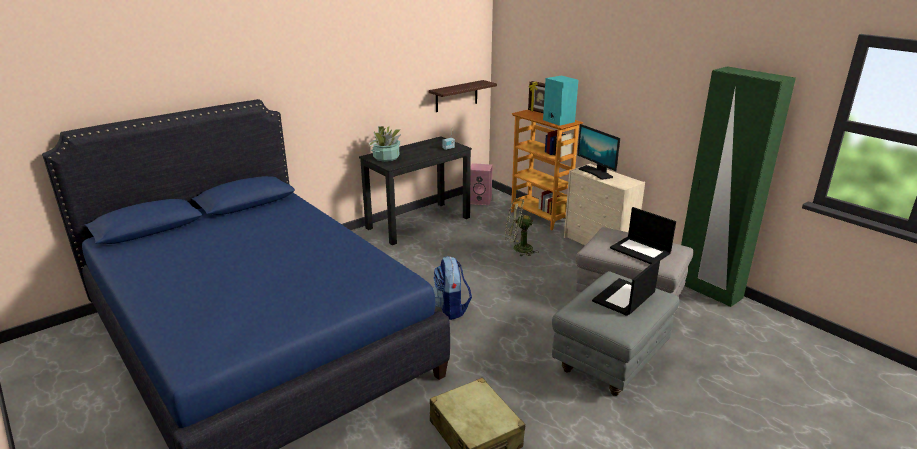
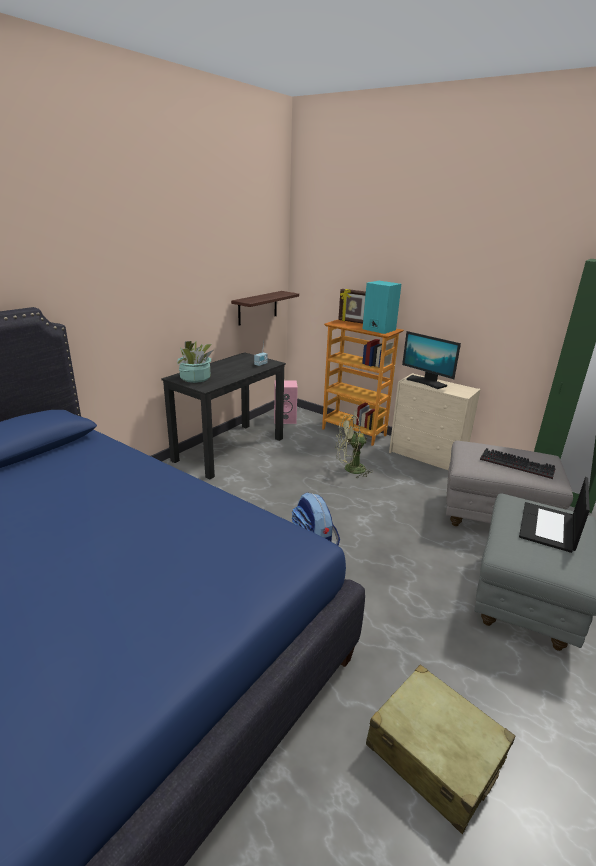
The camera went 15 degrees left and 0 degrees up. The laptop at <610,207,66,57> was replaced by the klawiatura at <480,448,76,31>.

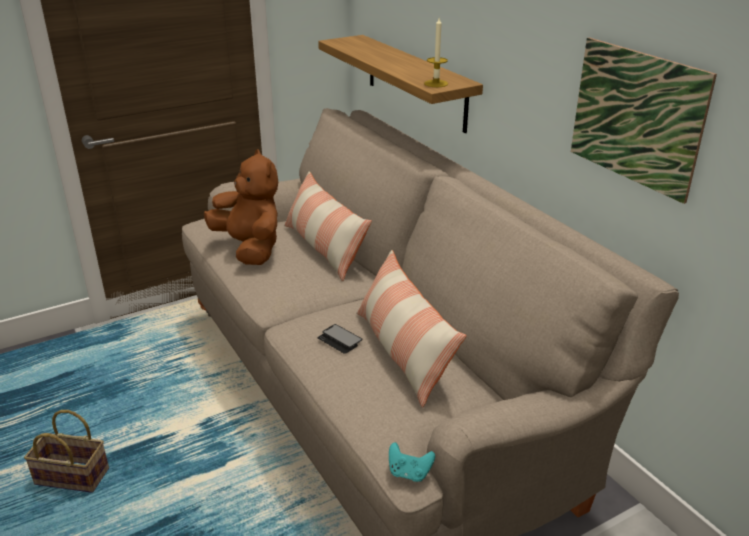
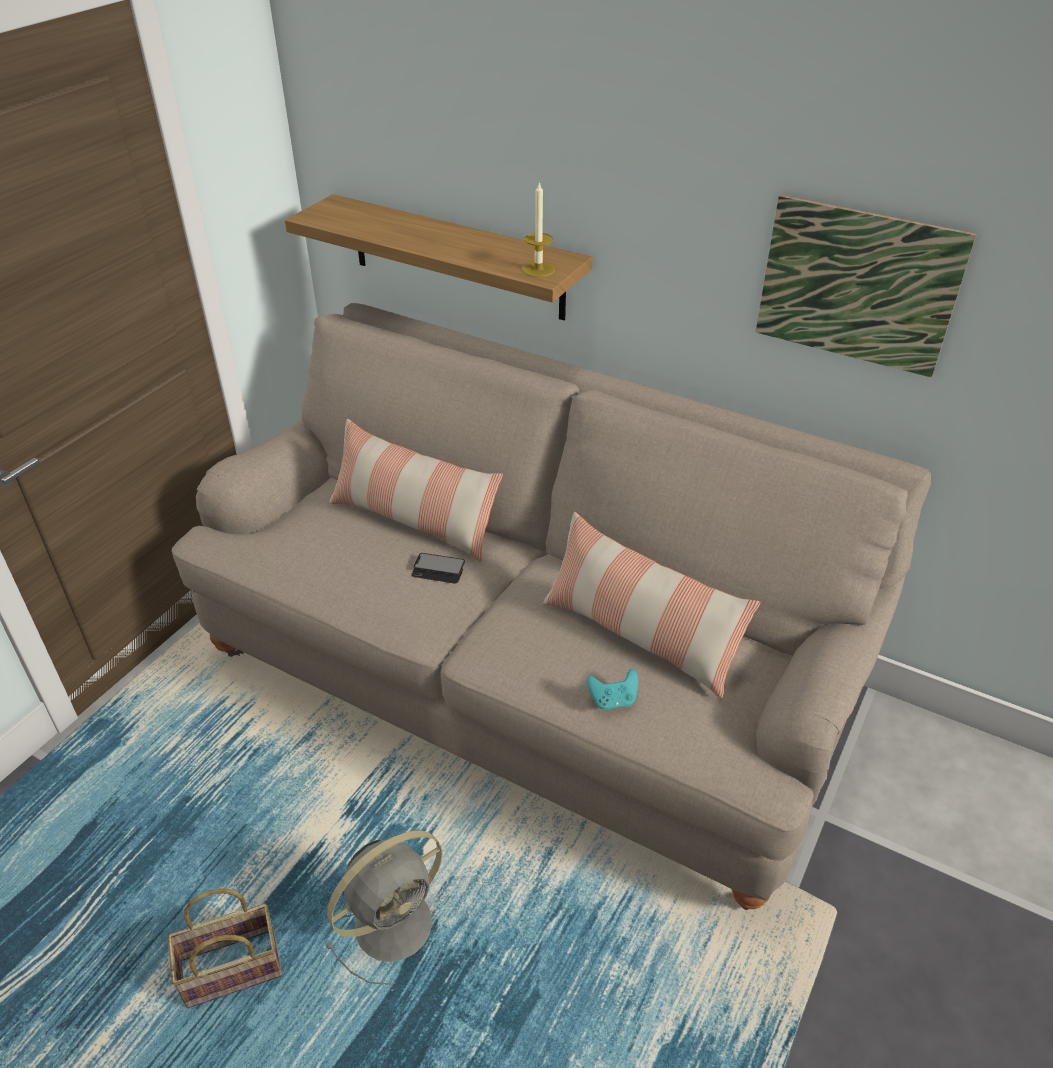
The camera went 30 degrees left and 10 degrees up. The pluszak/brązowy at <204,149,74,116> disappeared. The telefon moved from <318,324,44,30> to <411,553,54,31>. The pad do gier/turkusowy moved from <389,442,46,40> to <587,669,51,41>. The wentylator/szary at <325,831,118,154> appeared.

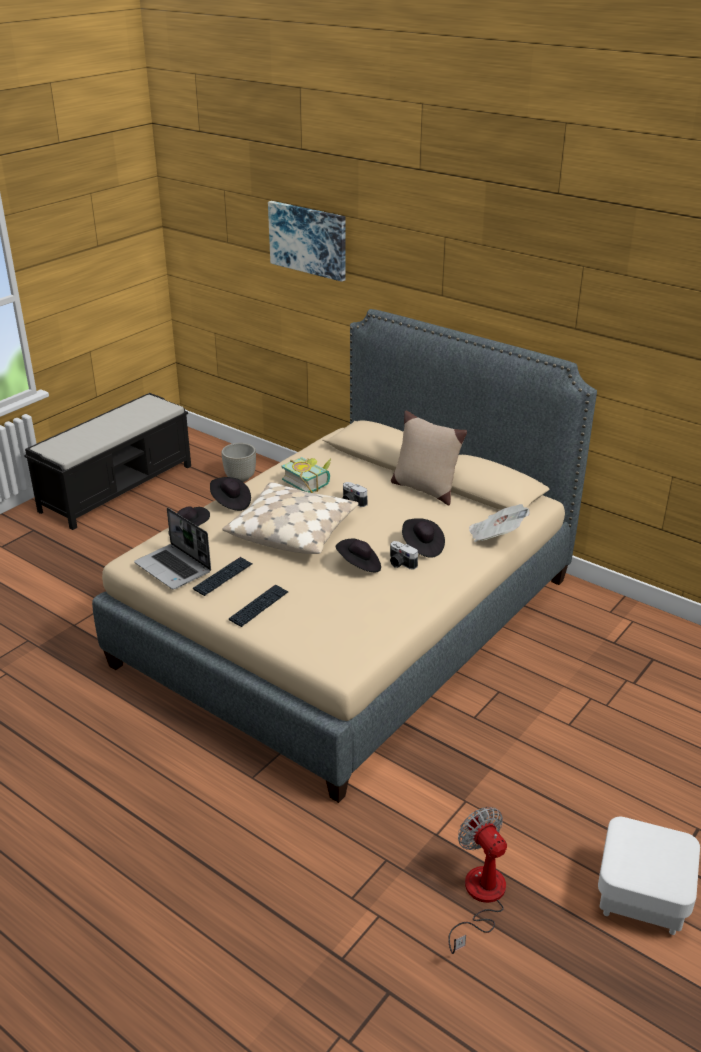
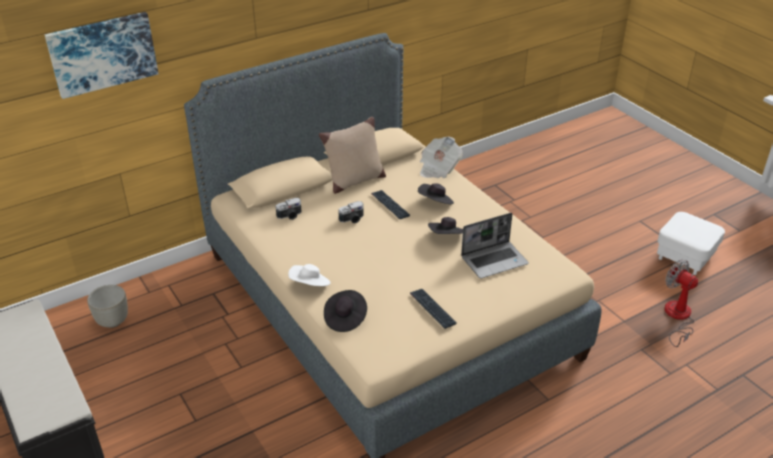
The camera went 70 degrees left and 5 degrees up. The laptop moved from <134,507,77,83> to <461,213,68,65>. The kapelusz/czarny at <210,477,41,34> became the kapelusz/biały at <288,264,43,22>. The poduszka/beżowy at <222,482,137,72> disappeared. The klawiatura moved from <229,584,60,43> to <371,190,39,29>. The książka at <282,457,49,36> disappeared. The aparat fotograficzny moved from <390,541,28,29> to <276,198,26,22>. The wentylator at <448,807,59,147> turned 60 degrees clockwise.

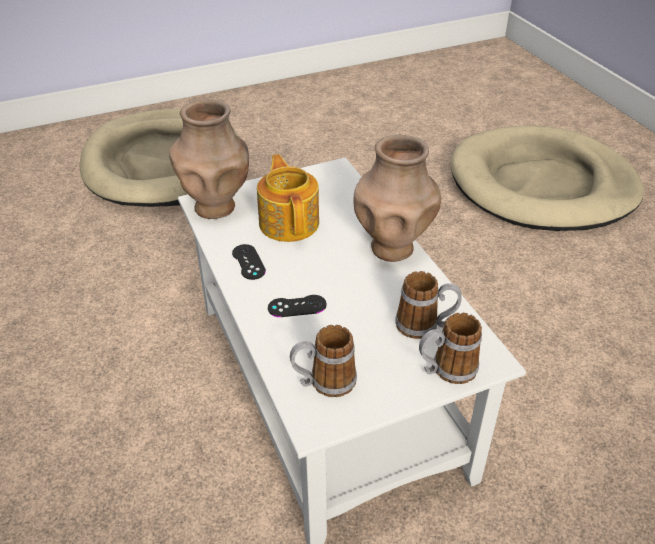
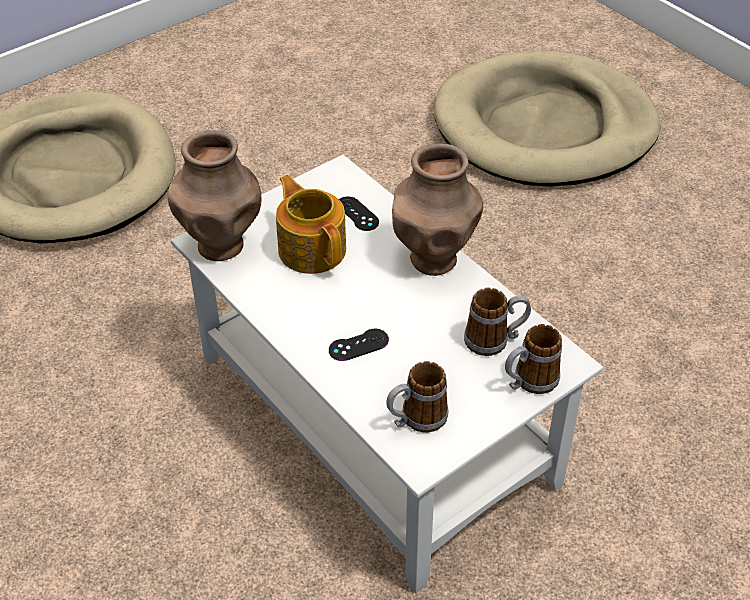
The camera went 15 degrees left and 5 degrees up. The pad do gier/czarny moved from <232,244,34,36> to <339,197,40,34>.

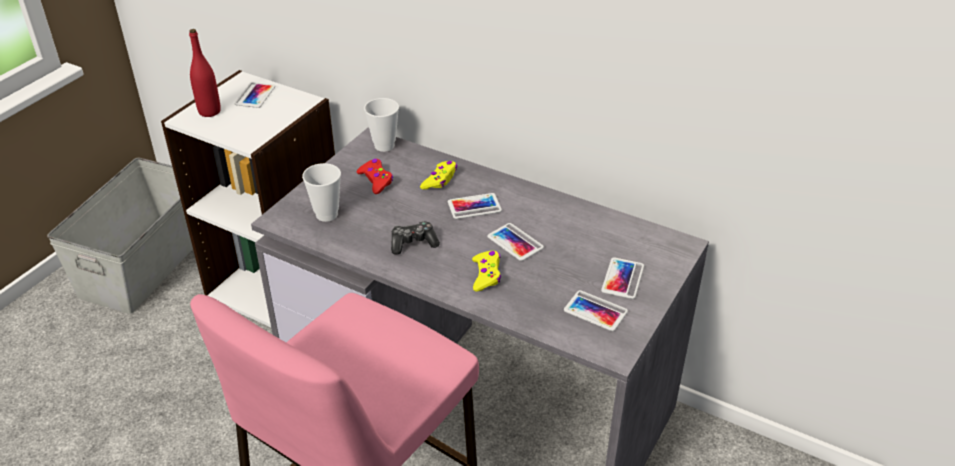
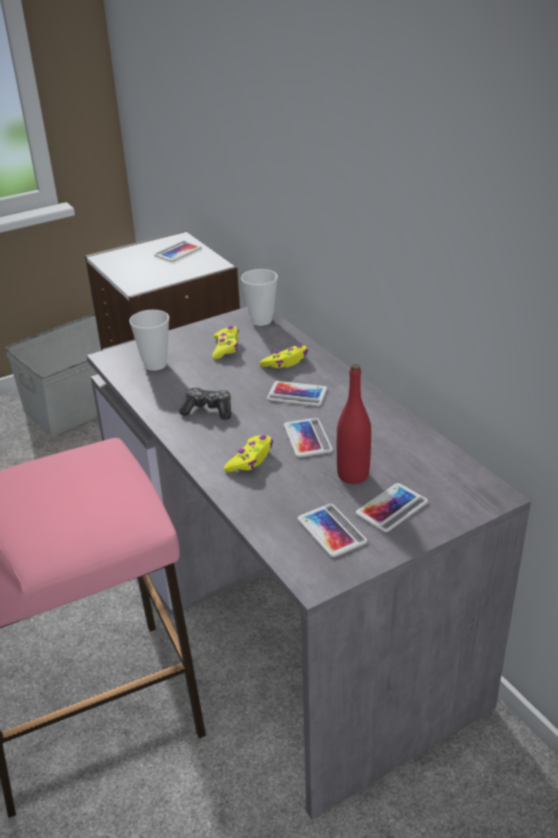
The camera went 30 degrees right and 5 degrees down. The butelka/czerwony moved from <189,29,32,88> to <337,364,34,120>. The pad do gier/czerwony at <357,159,36,35> became the pad do gier/żółty at <212,326,27,33>.

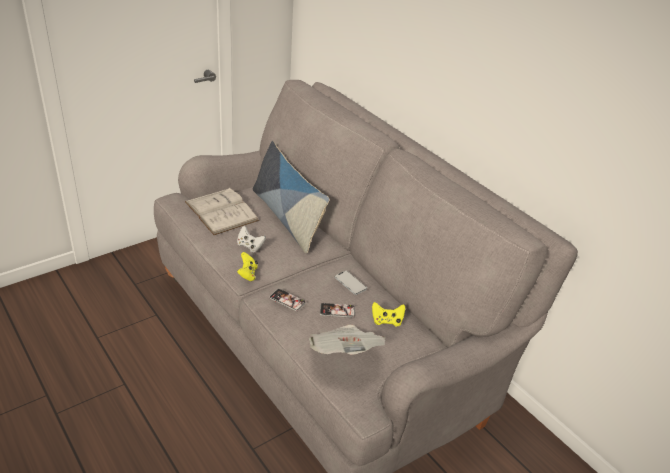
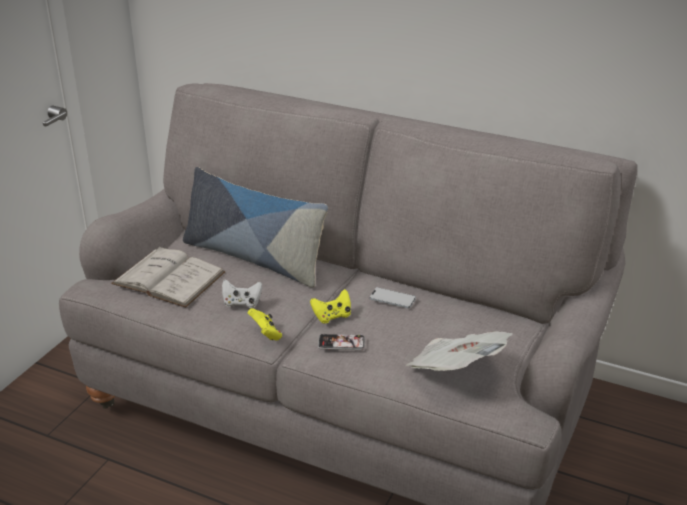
The camera went 25 degrees left and 5 degrees down. The telefon at <320,303,35,15> disappeared. The pad do gier/żółty moved from <372,302,33,24> to <310,289,41,35>.

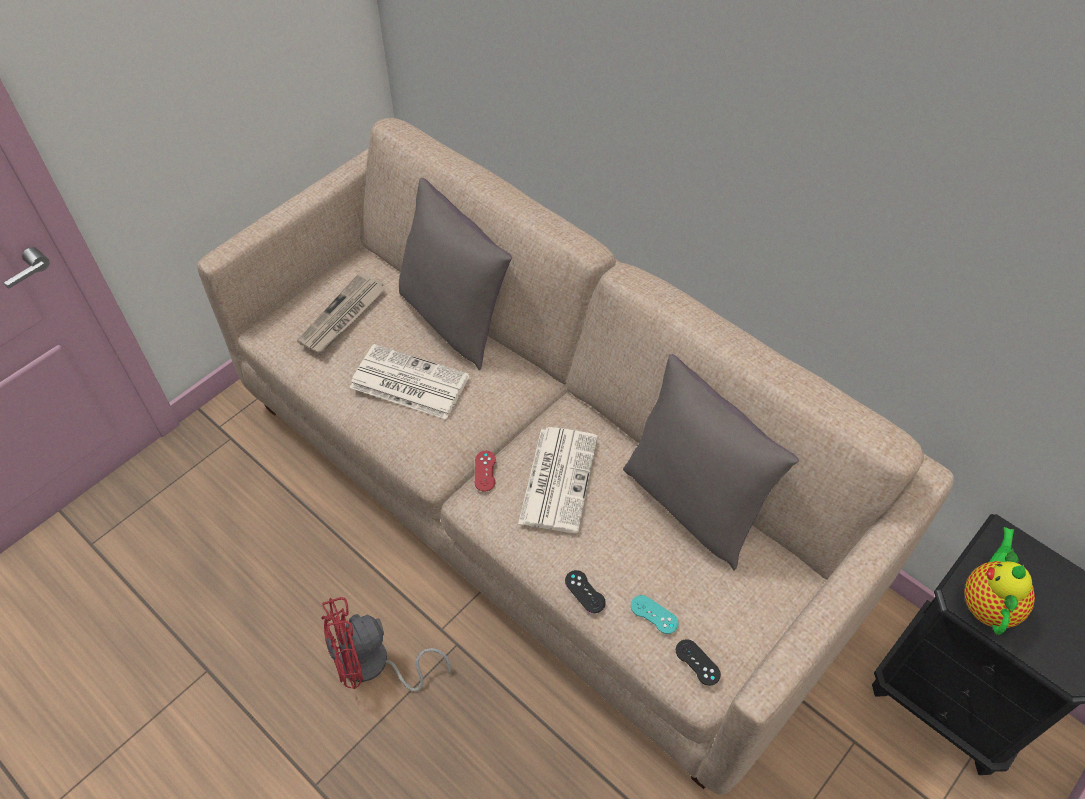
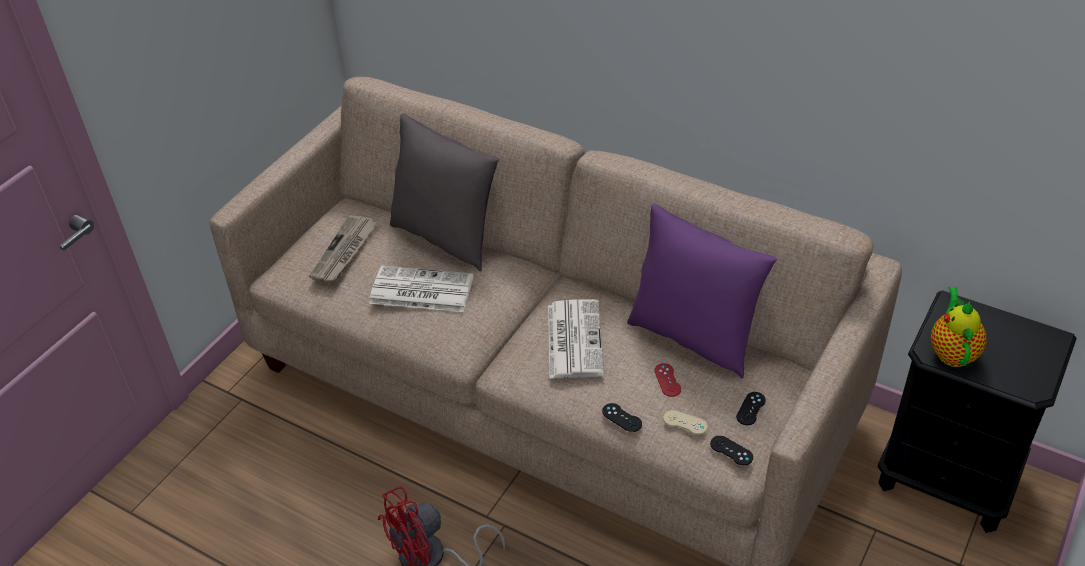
The camera went 10 degrees left and 10 degrees down. The pad do gier/czerwony moved from <475,451,21,41> to <654,363,27,34>. The poduszka/szary at <623,354,176,217> became the poduszka/fioletowy at <627,204,150,174>. The pad do gier/turkusowy at <631,595,47,39> became the pad do gier/beżowy at <663,410,45,25>. The pad do gier/czarny at <736,392,30,33> appeared.

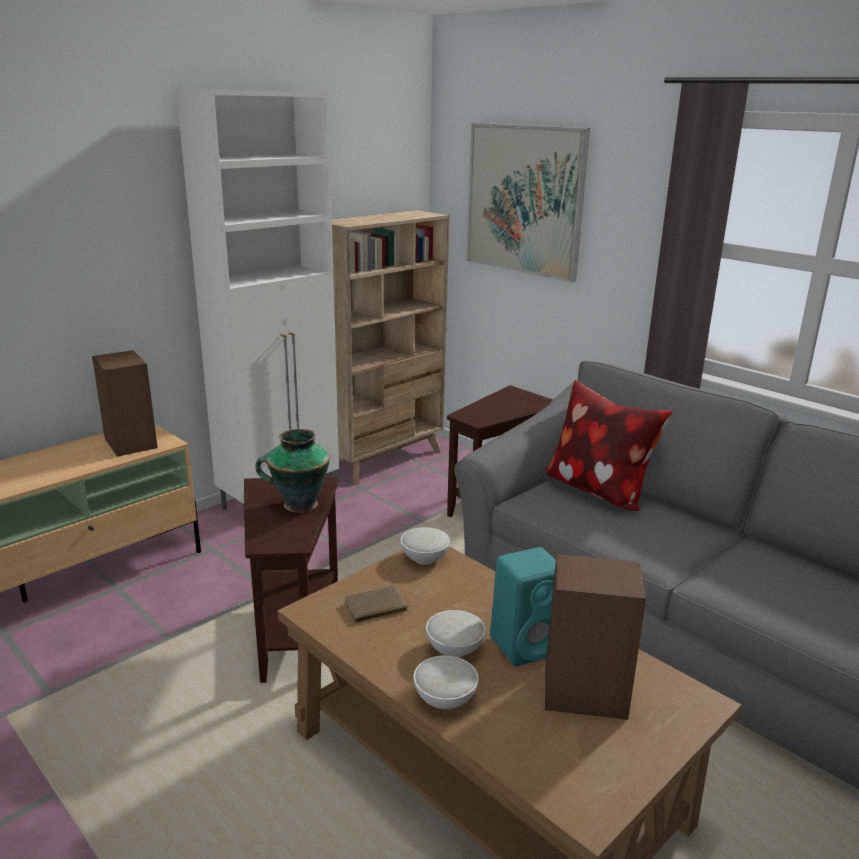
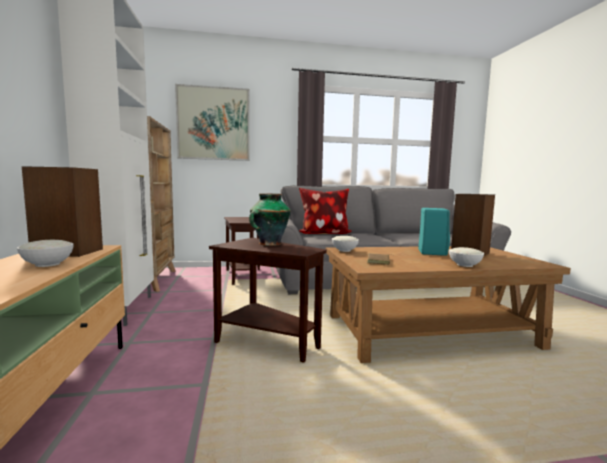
The camera went 55 degrees left and 15 degrees down. The miska/biały moved from <426,610,59,47> to <17,240,56,27>.

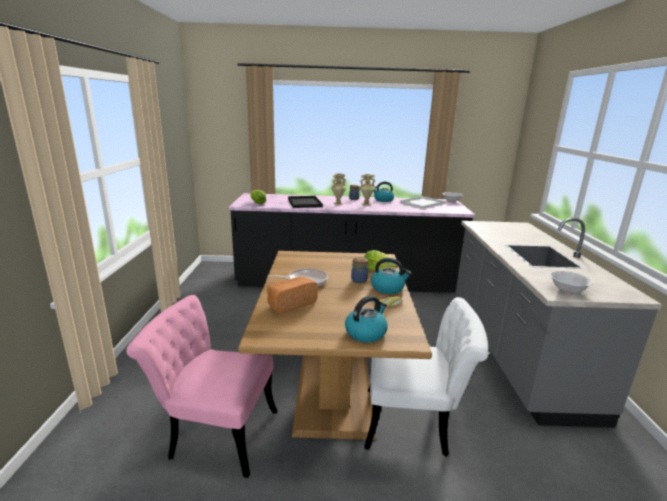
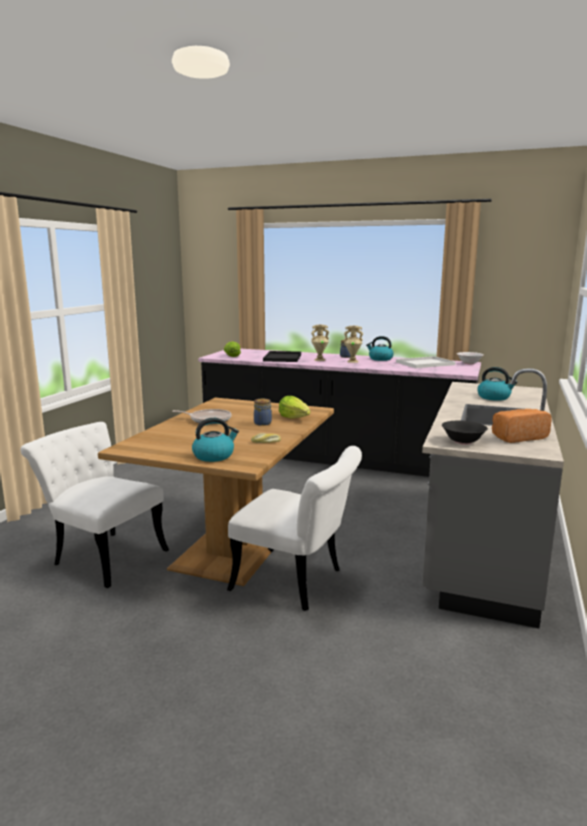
The camera went 20 degrees right and 5 degrees down. The krzesło/różowy at <126,295,152,183> became the krzesło/biały at <21,422,148,166>. The chleb moved from <267,276,50,38> to <492,409,60,34>. The czajnik moved from <371,258,40,36> to <477,367,41,34>. The miska/biały at <550,271,43,23> became the miska/czarny at <442,421,46,24>.

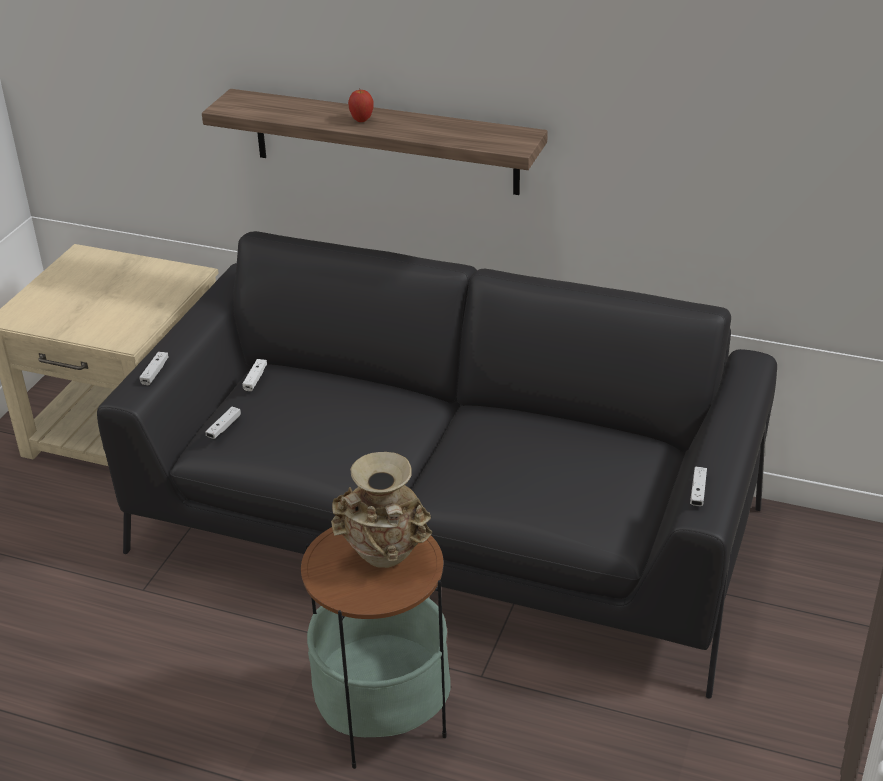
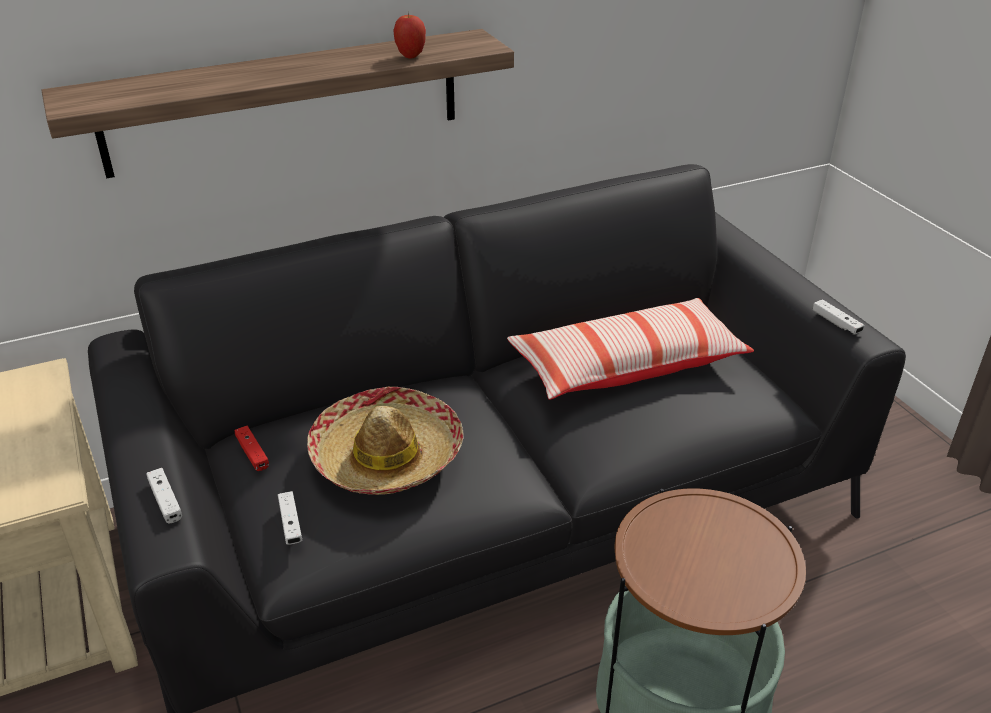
The camera went 45 degrees left and 0 degrees up. The pad do gier/biały at <242,359,25,32> became the pad do gier/czerwony at <234,426,35,45>. The wazon/beżowy at <331,452,101,116> disappeared. The jabłko moved from <348,90,25,32> to <393,12,33,47>. The kapelusz at <307,387,157,108> appeared. The poduszka at <507,298,247,102> appeared.

